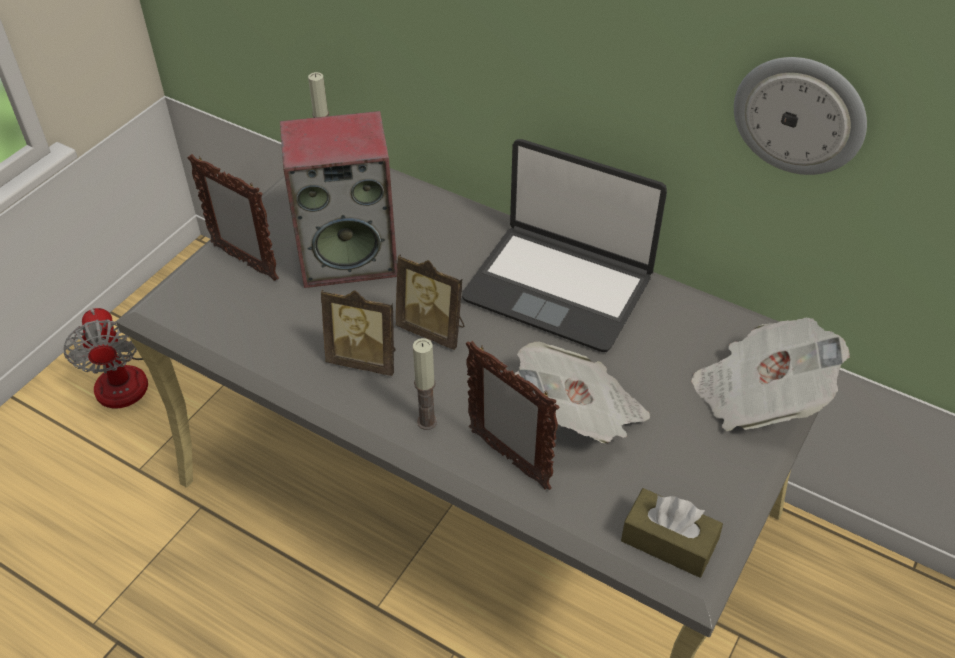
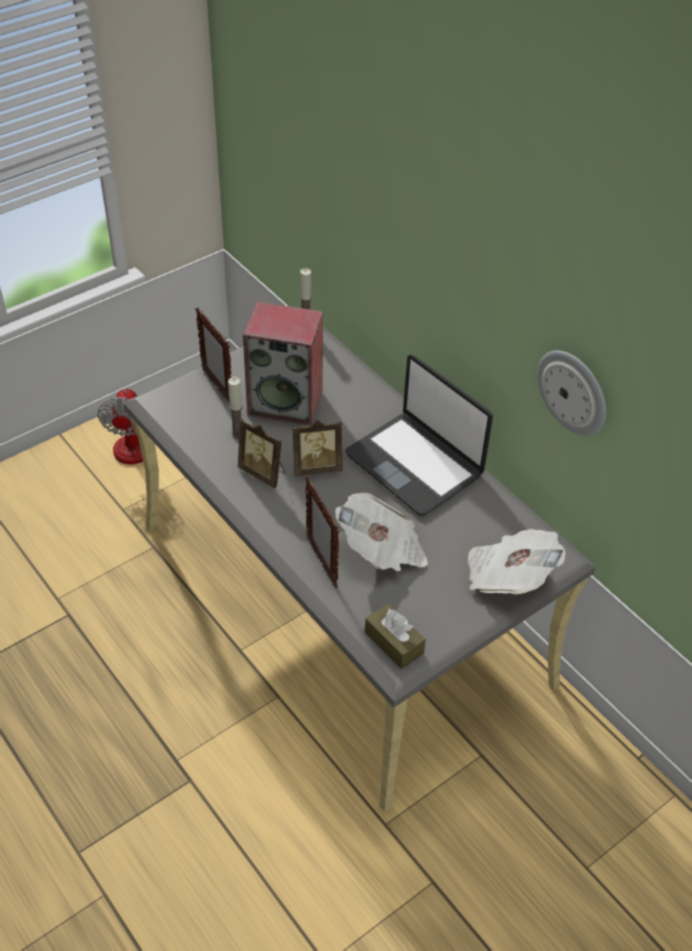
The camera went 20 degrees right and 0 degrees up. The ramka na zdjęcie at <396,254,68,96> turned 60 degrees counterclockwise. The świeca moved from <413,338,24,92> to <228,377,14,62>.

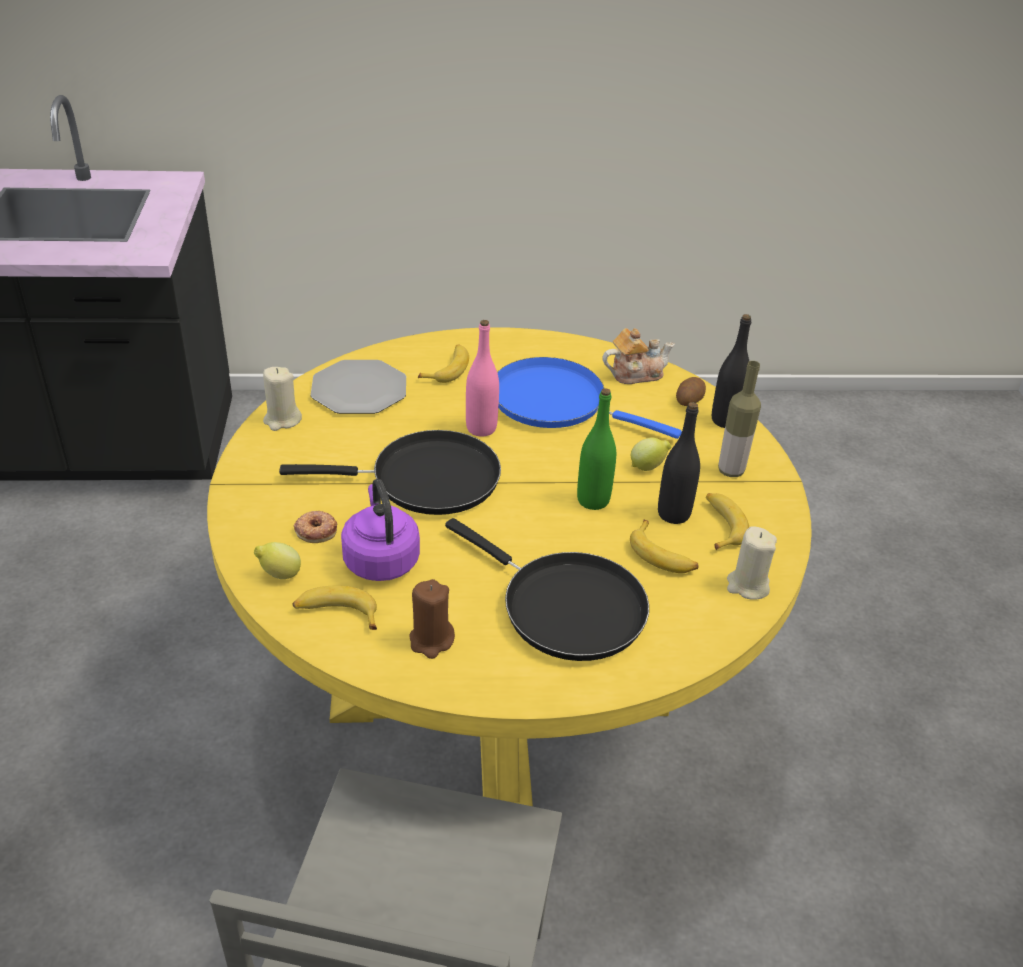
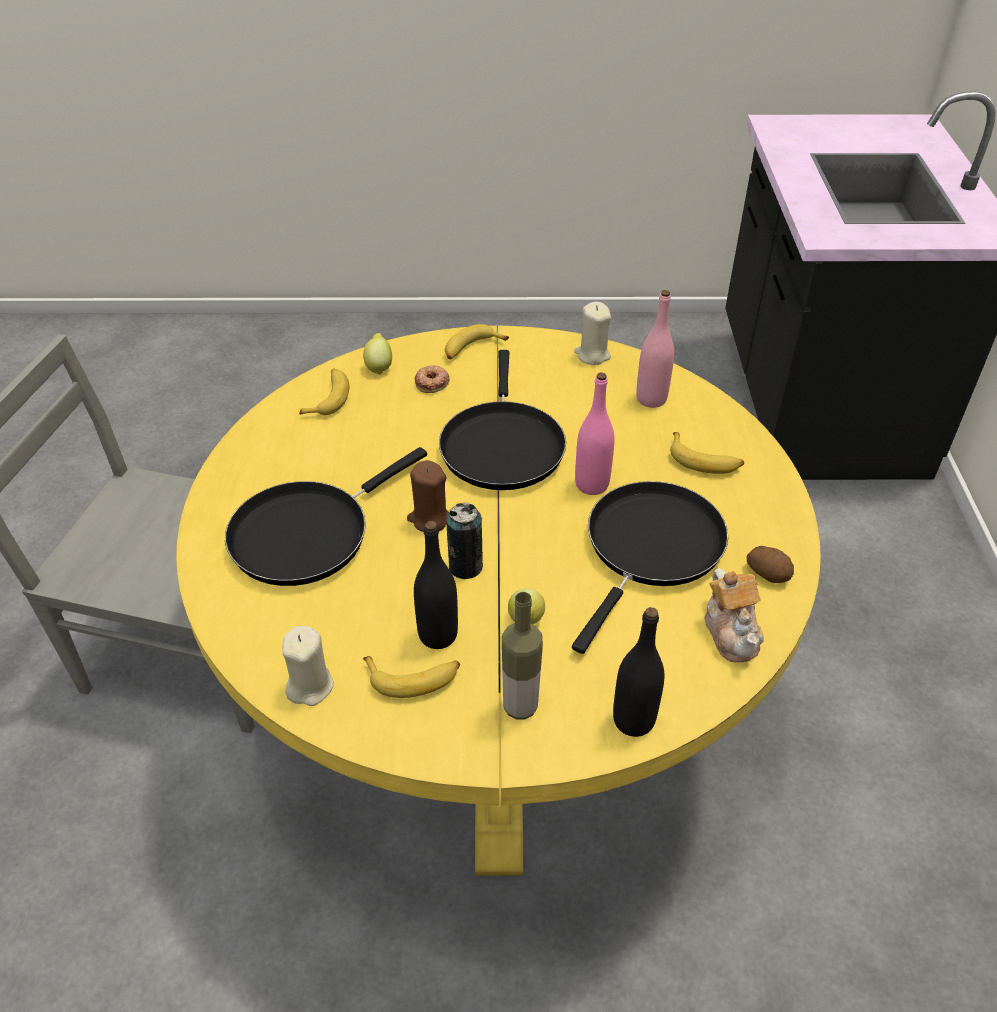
The camera went 95 degrees right and 5 degrees up. The talerz at <311,360,95,54> was replaced by the butelka/różowy at <636,290,38,118>. The czajnik/fioletowy at <341,479,79,102> disappeared. The świeca/brązowy moved from <409,579,46,80> to <407,460,42,72>. The patelnia/niebieski at <497,357,185,82> became the patelnia/czarny at <572,481,156,173>. The butelka/zielony at <577,388,39,122> was replaced by the puszka at <446,503,37,76>. The banan moved from <630,520,69,53> to <445,324,64,36>. The ziemniak moved from <676,377,30,29> to <747,546,47,37>.

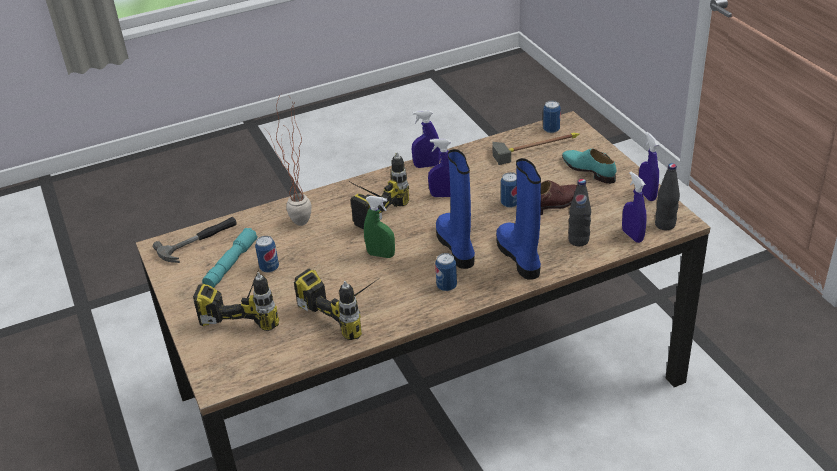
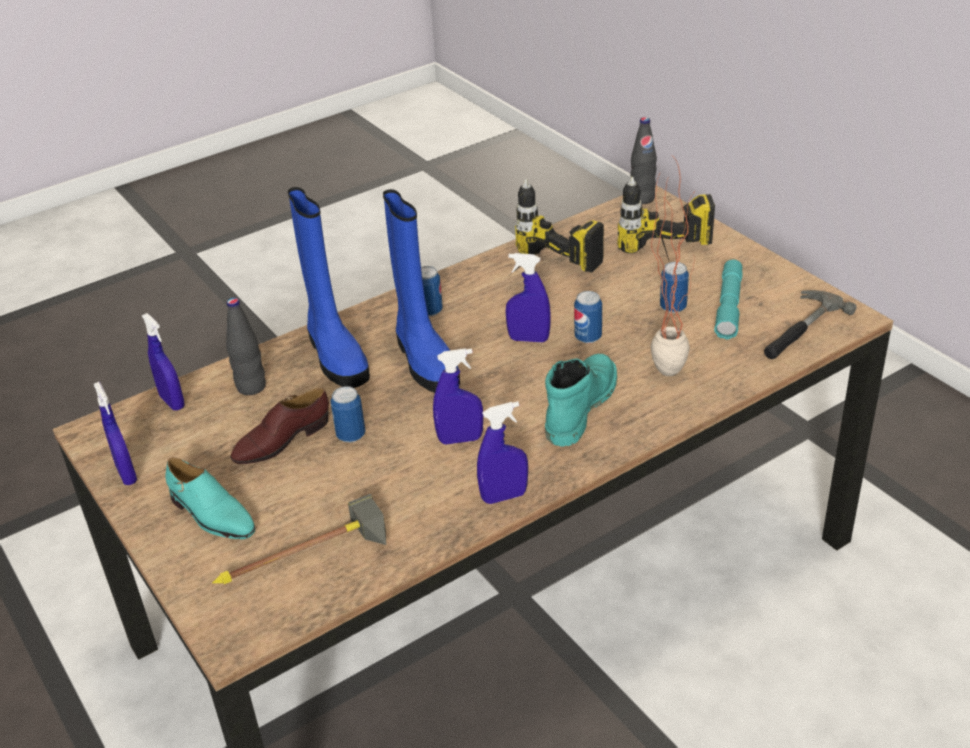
The camera went 170 degrees right and 0 degrees up. The wiertarka at <344,152,65,78> was replaced by the but z cholewką/turkusowy at <545,354,72,93>. The spryskiwacz/zielony at <364,196,31,62> became the spryskiwacz/niebieski at <505,253,46,89>. The puszka moved from <543,101,18,32> to <574,291,28,52>. The butelka/czarny moved from <655,163,25,67> to <630,117,27,87>.

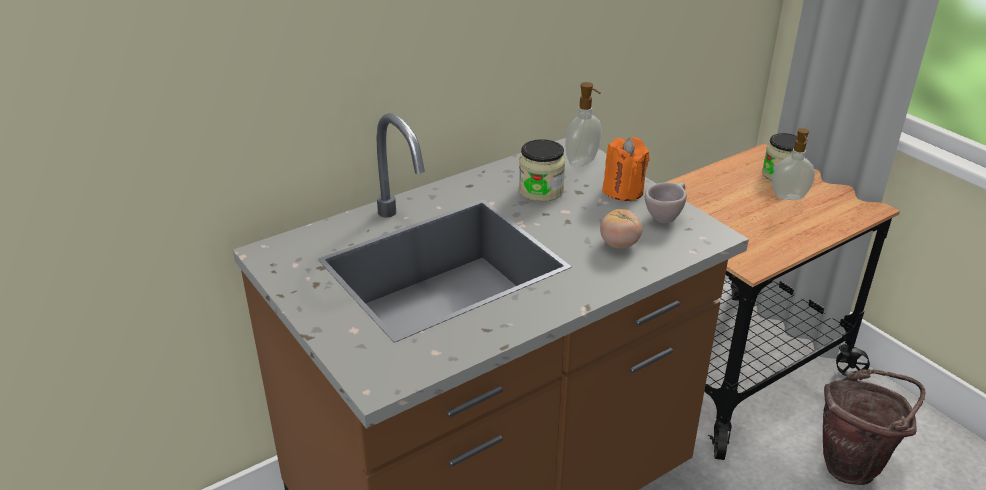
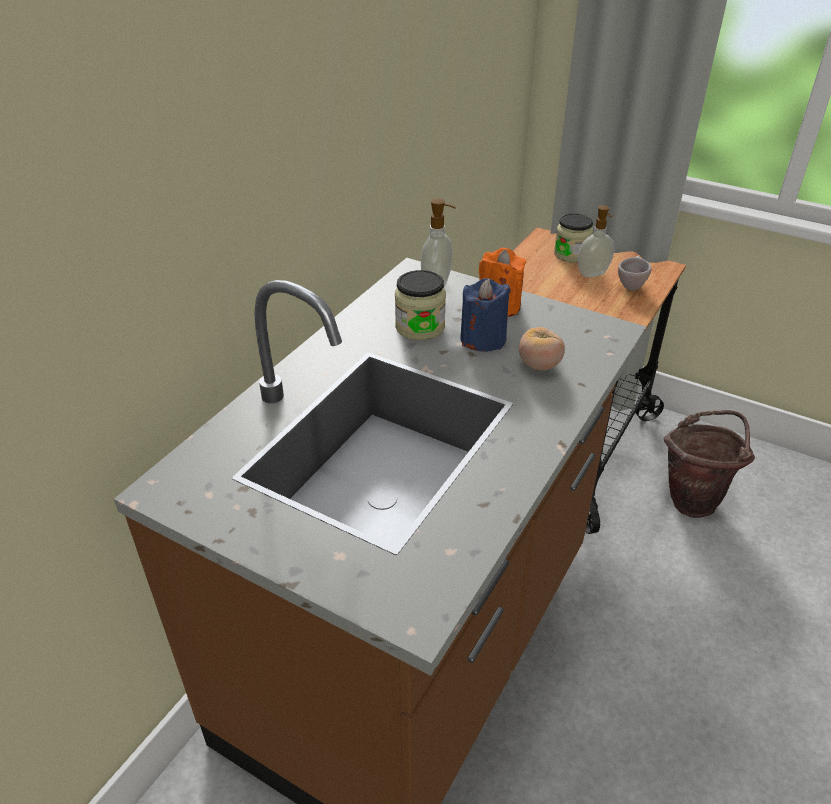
The camera went 25 degrees left and 5 degrees up. The filiżanka/beżowy moved from <645,183,42,40> to <618,256,34,34>. The świeca/niebieski at <460,278,51,74> appeared.

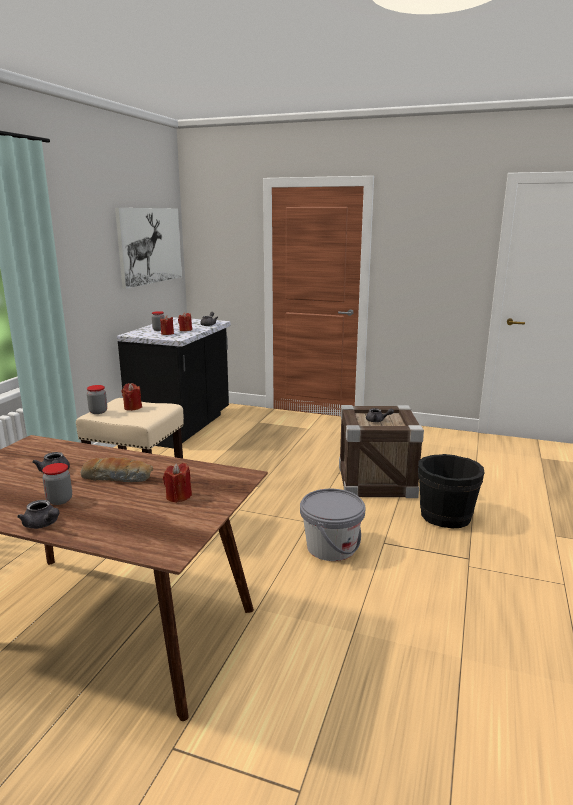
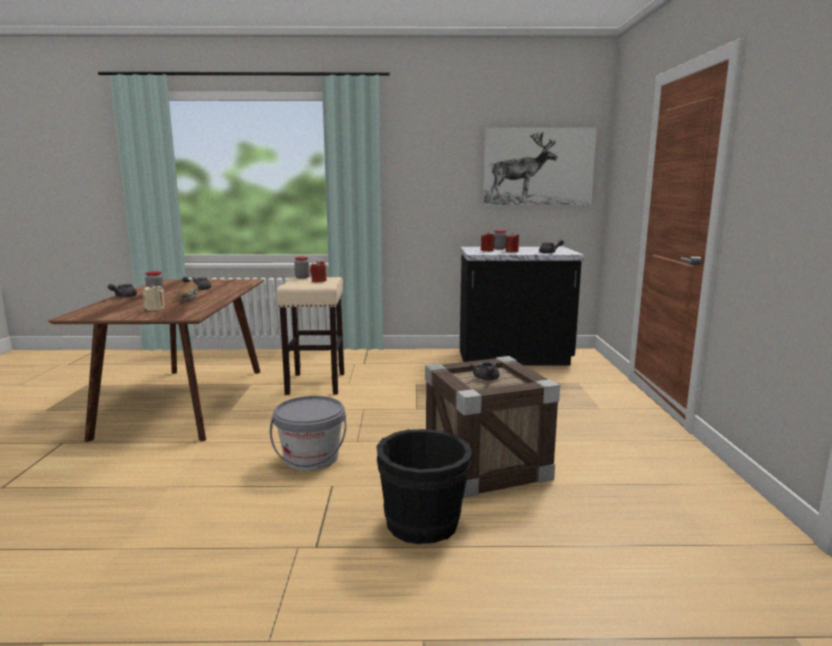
The camera went 70 degrees right and 5 degrees down. The świeca/czerwony at <163,463,29,40> became the świeca/beżowy at <143,283,22,28>.

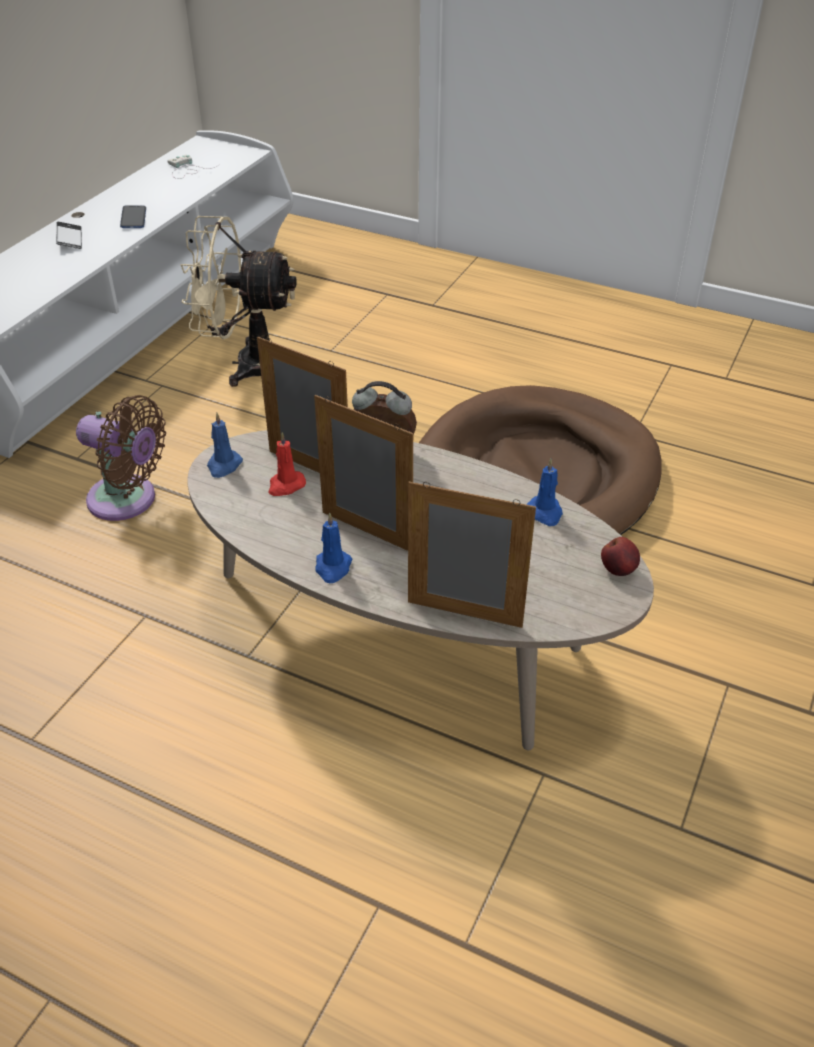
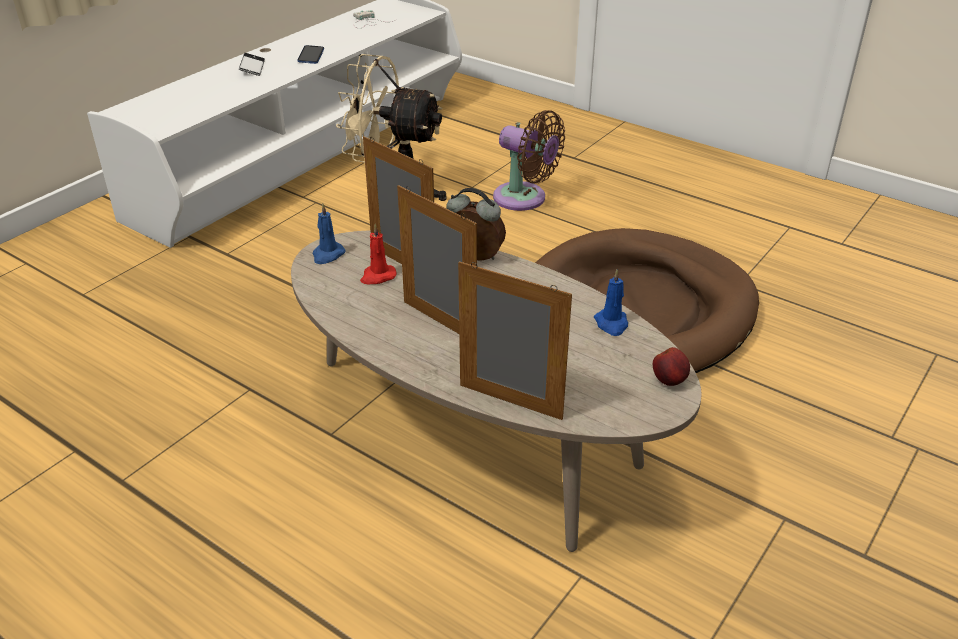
The camera went 10 degrees right and 5 degrees down. The wentylator/brązowy moved from <76,395,90,126> to <493,110,72,101>. The świeca/niebieski at <315,513,37,70> disappeared.

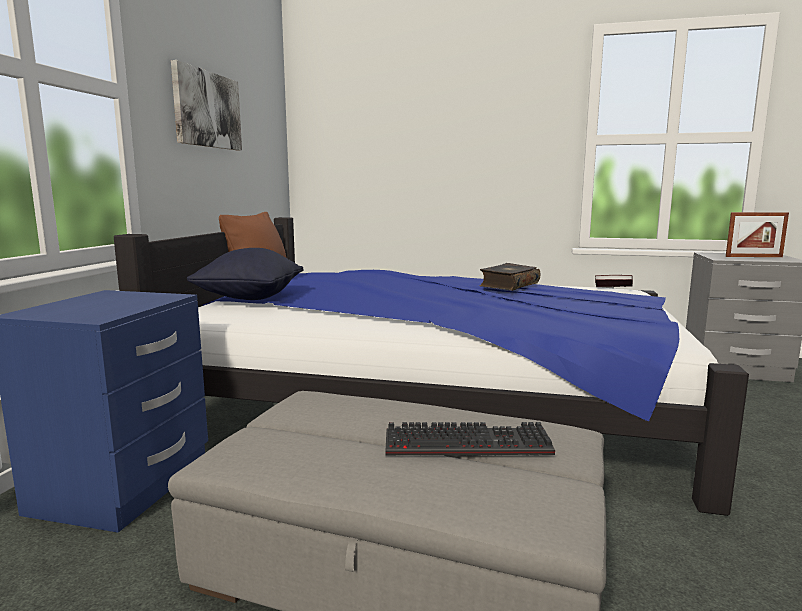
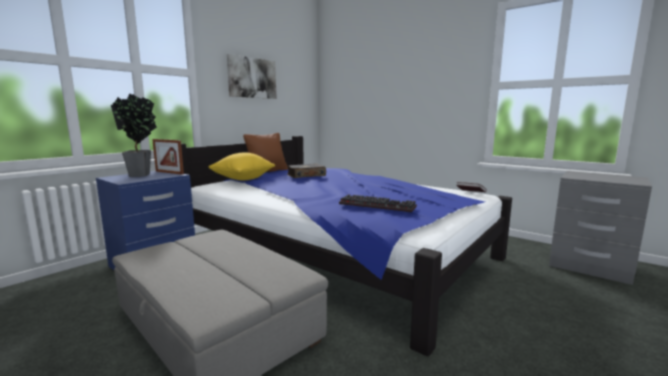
The camera went 25 degrees right and 0 degrees up. The poduszka/czarny at <187,248,117,52> became the poduszka/żółty at <208,152,67,28>. The klawiatura moved from <386,422,169,34> to <339,194,78,18>. The książka moved from <479,263,62,28> to <287,163,39,15>. The ramka na zdjęcie moved from <726,212,63,45> to <152,139,32,36>. The roślina doniczkowa at <111,94,46,83> appeared.

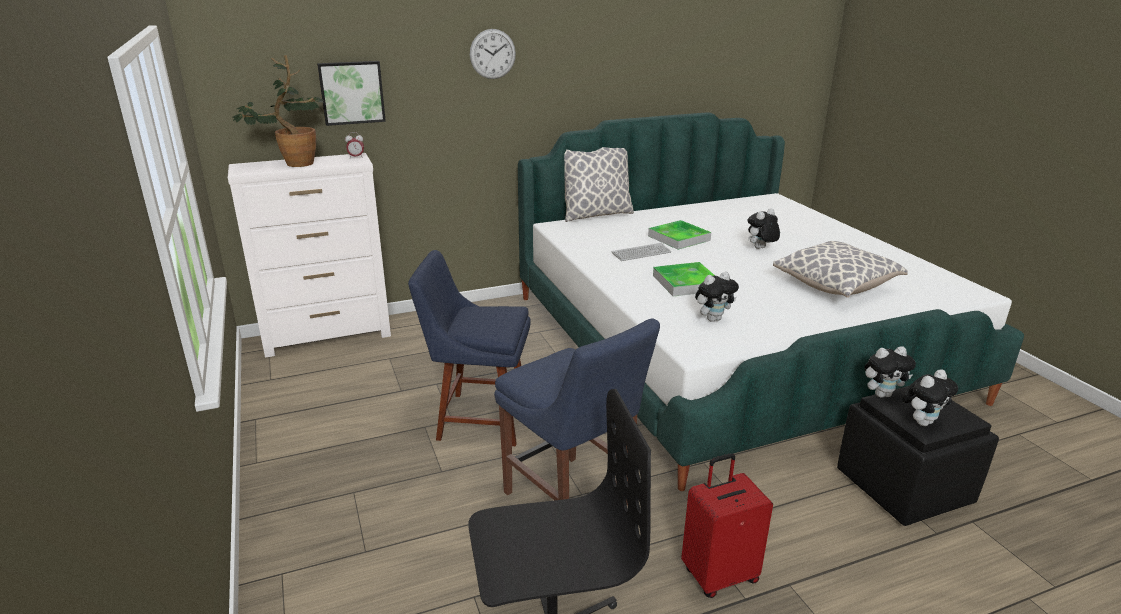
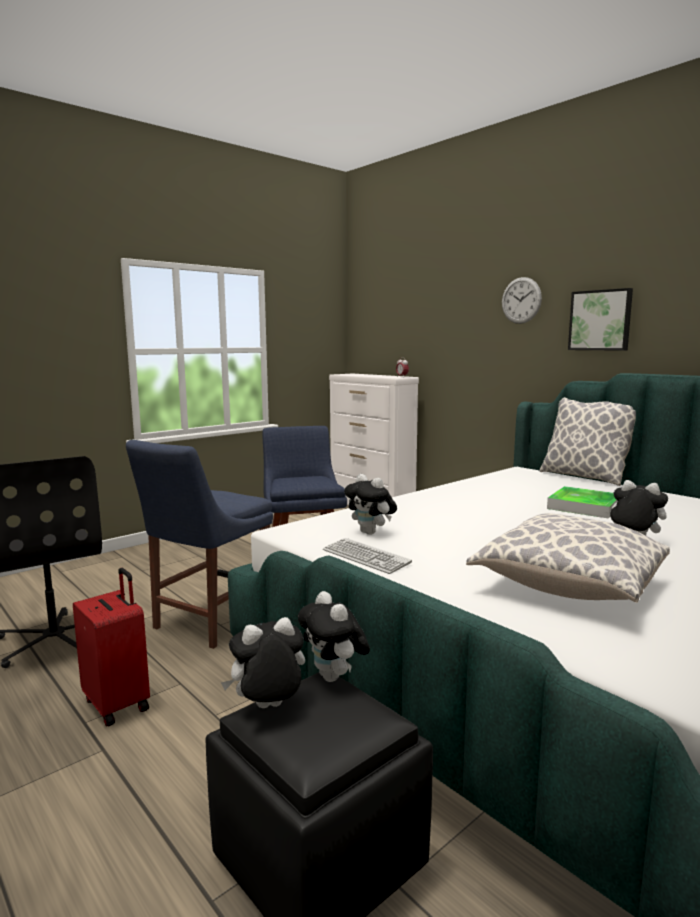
The camera went 70 degrees right and 15 degrees down. The roślina doniczkowa at <233,55,91,112> disappeared. The obraz moved from <317,61,69,65> to <568,288,65,63>. The klawiatura moved from <611,243,60,18> to <323,538,89,36>. The taca at <653,262,62,34> disappeared. The pluszak at <902,369,56,57> turned 120 degrees clockwise.

